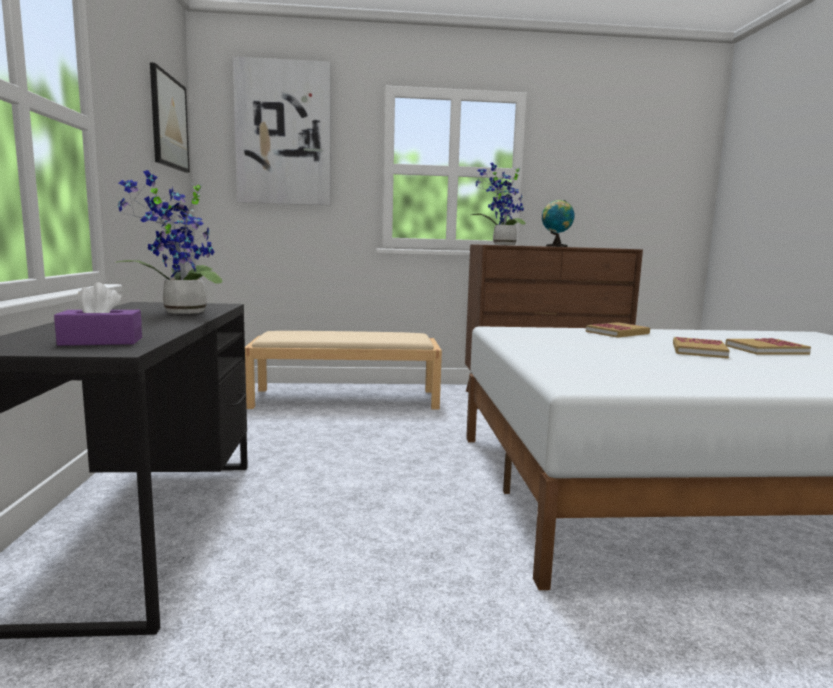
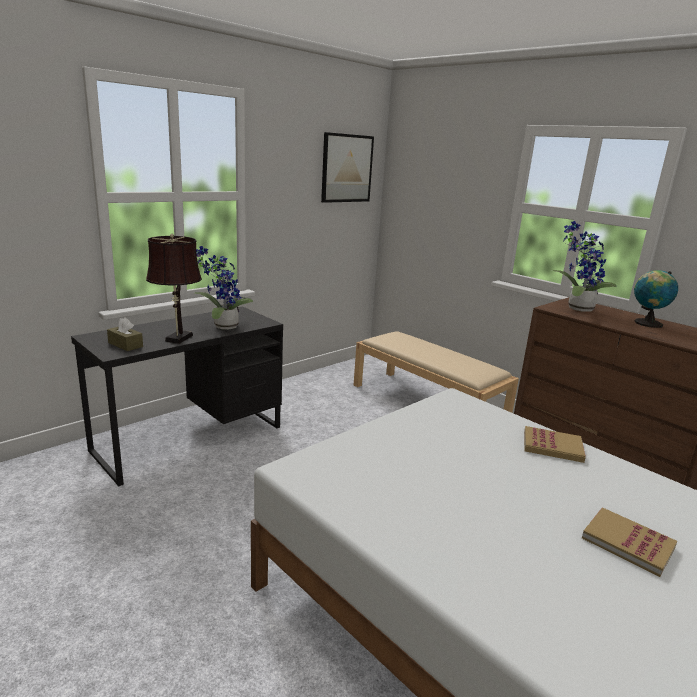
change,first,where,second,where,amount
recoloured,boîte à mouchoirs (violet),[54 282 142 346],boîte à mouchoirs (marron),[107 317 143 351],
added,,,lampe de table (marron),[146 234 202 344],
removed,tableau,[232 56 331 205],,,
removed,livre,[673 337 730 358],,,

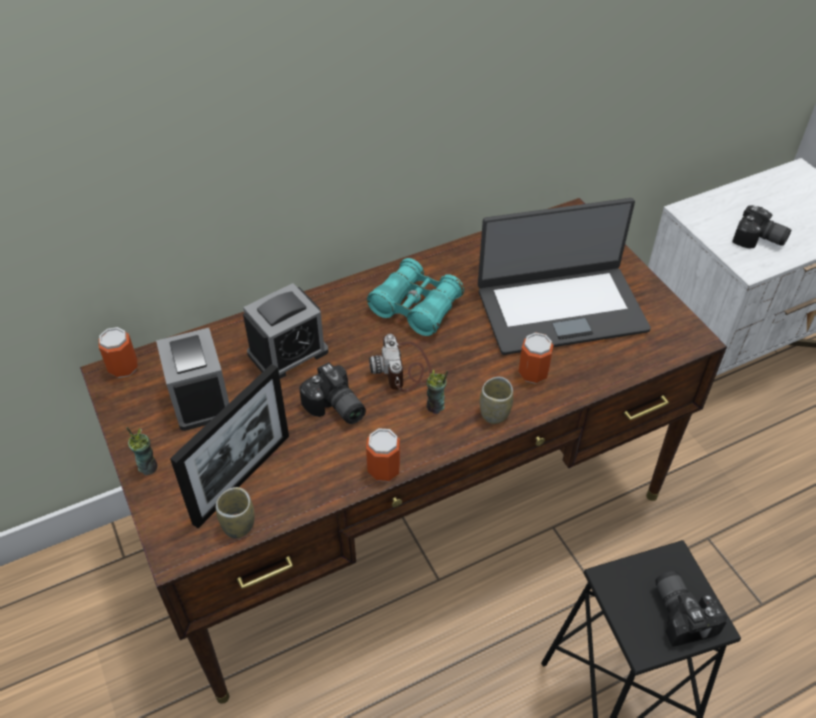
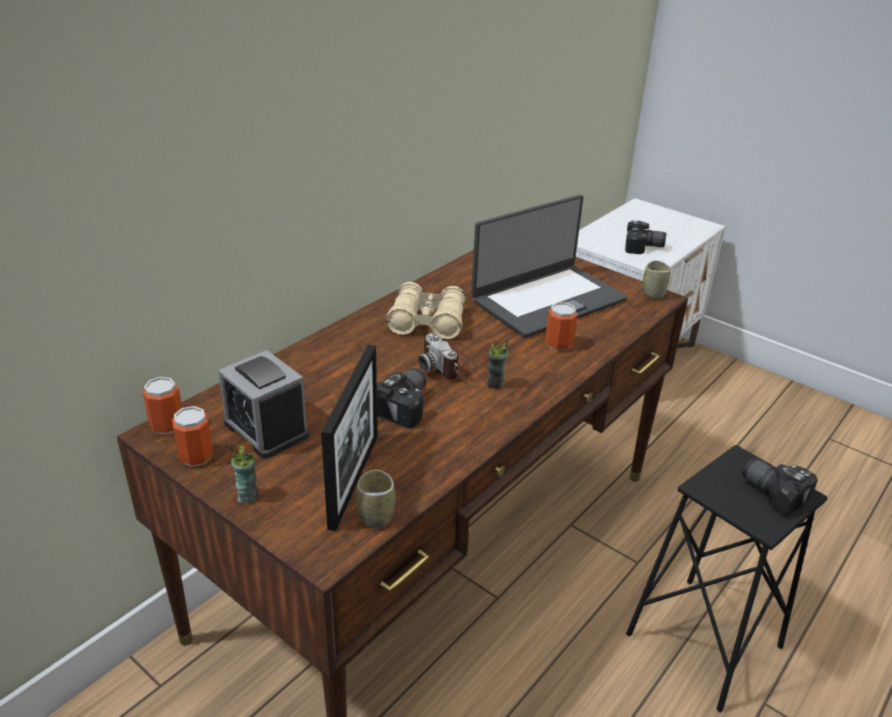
change,first,where,second,where,amount
moved,boîte métallique,[366 428 400 481],,[172 406 214 467],
turned,appareil photo,[299 362 366 424],,[377 368 426 428],90 degrees counterclockwise
recoloured,jumelles (turquoise),[367 258 464 336],jumelles (beige),[386 282 466 339],
moved,tasse,[480 377 513 424],,[643 260 671 299],
removed,réveil,[243 283 328 379],,,

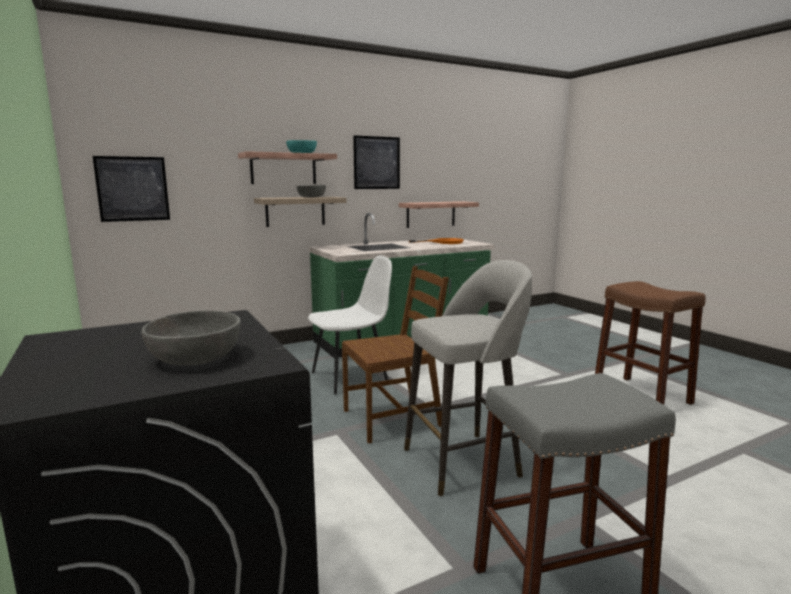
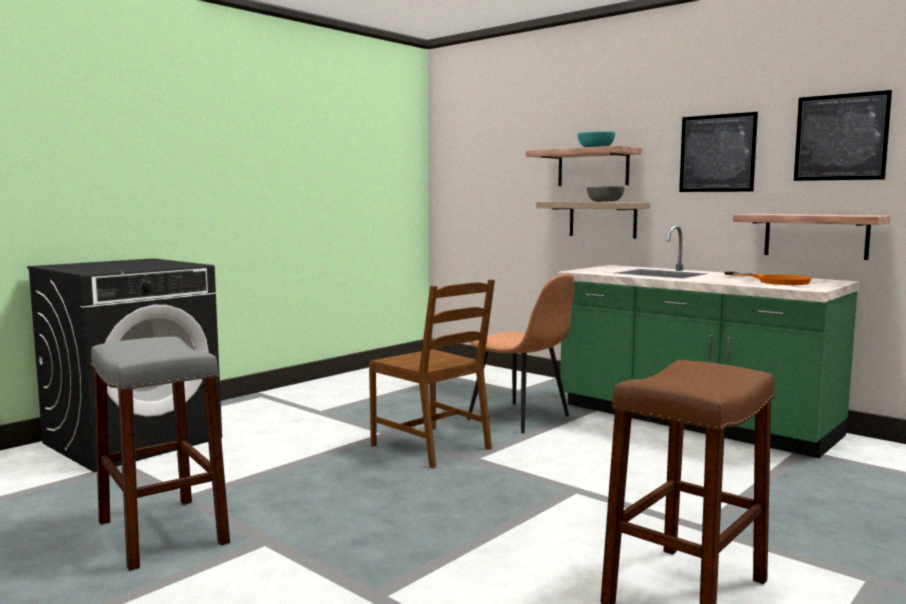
change,first,where,second,where,amount
recoloured,chaise (blanc),[308 255 392 394],chaise (marron),[467 274 575 433],
moved,tableau,[93 156 170 222],,[794 90 892 181],
removed,bol (gris),[141 311 241 366],,,
removed,tabouret (gris),[404 260 532 496],,,

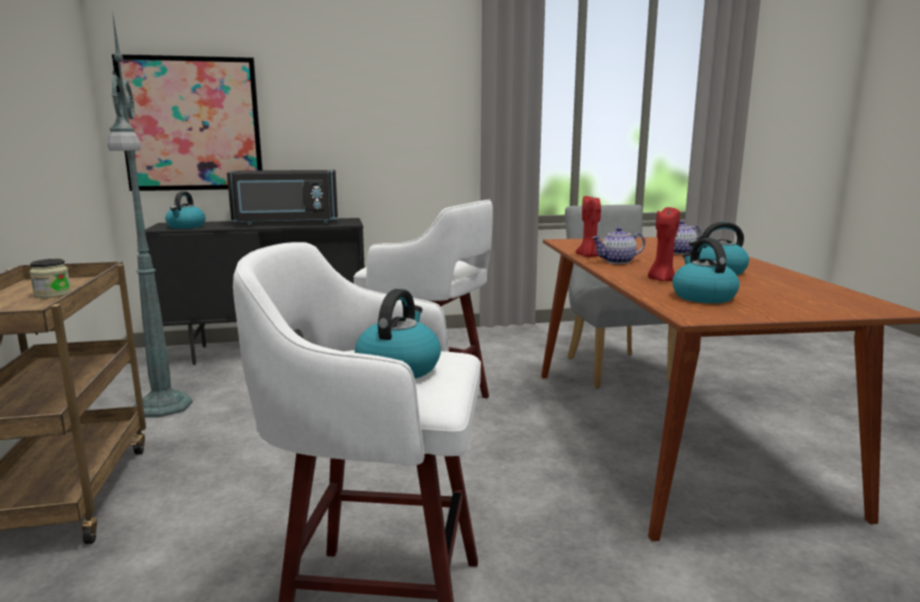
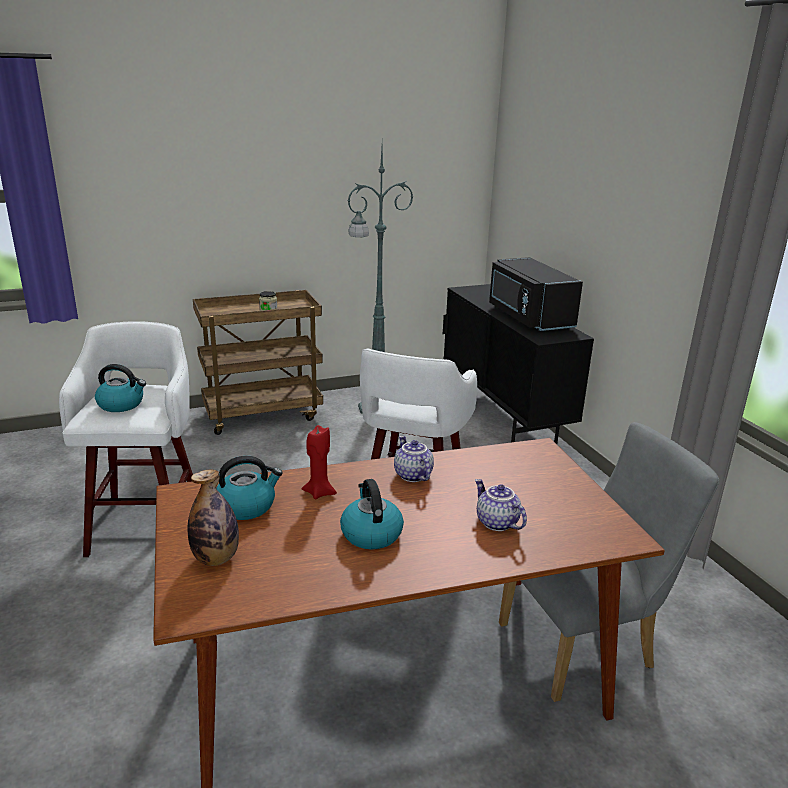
change,first,where,second,where,amount
added,,,bouteille,[188 469 239 566],
removed,tableau,[112 54 263 191],,,
removed,bouilloire,[165 191 206 229],,,
removed,bougie (rouge),[575 196 601 257],,,

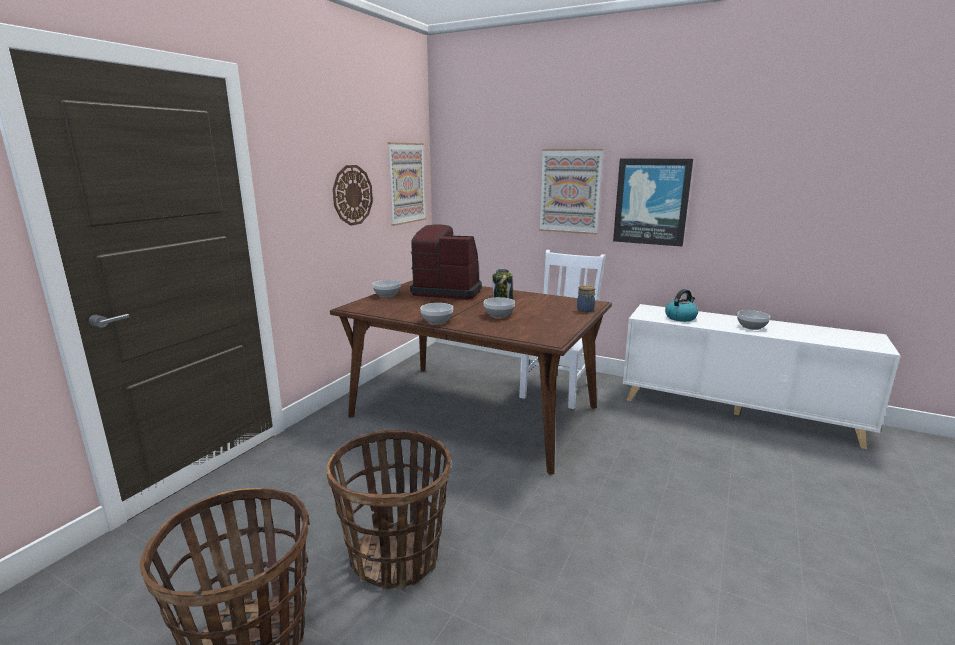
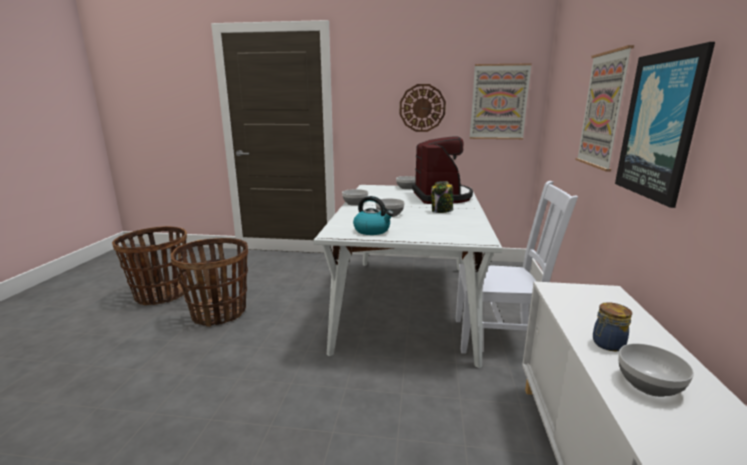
change,first,where,second,where,amount
recoloured,table à manger (marron),[330 280 612 475],table à manger (blanc),[313 185 503 368],
moved,bouilloire,[665 289 698 322],,[353 196 394 235],
moved,bocal,[577 286 595 312],,[593 302 632 351],

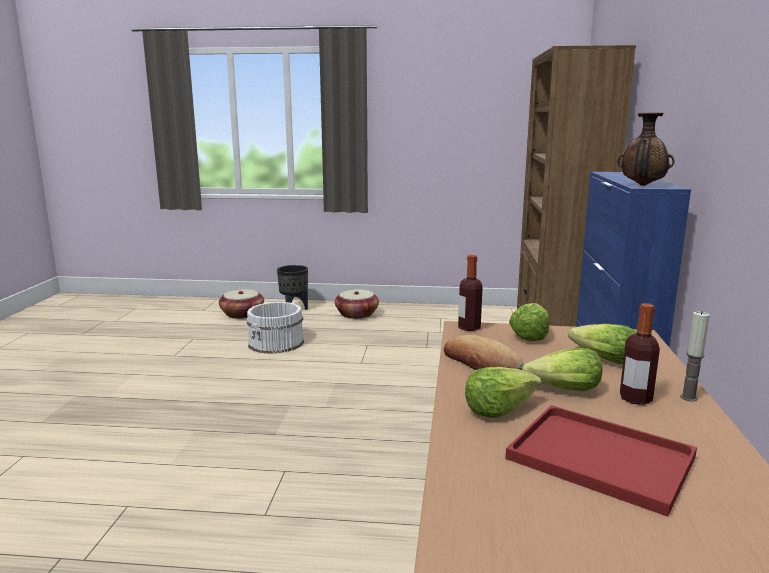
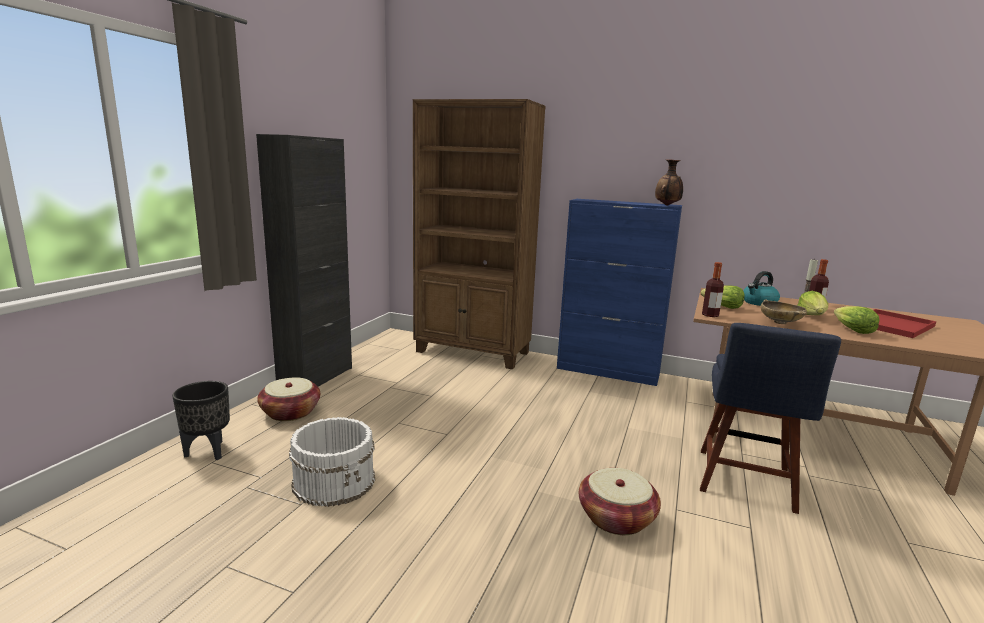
change,first,where,second,where,amount
added,,,meuble de rangement (noir),[256 134 352 387],
moved,panier,[219 289 264 319],,[579 468 661 535],
added,,,chaise (bleu),[700 323 841 514],
replaced,laitue,[568 324 636 364],bouilloire,[743 271 780 306],
replaced,pain,[444 335 523 370],bol (beige),[761 300 807 324],

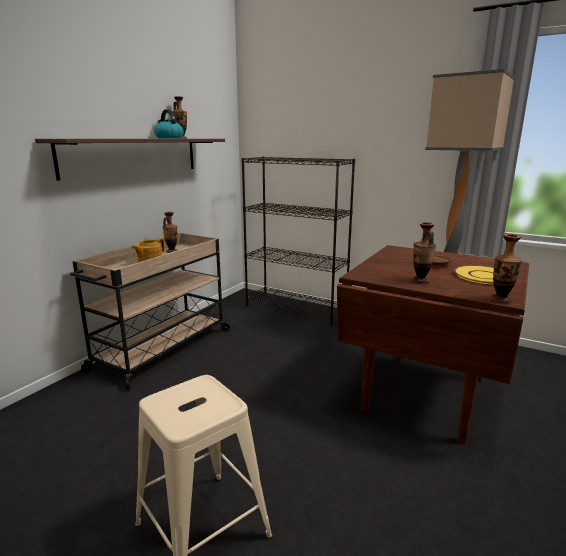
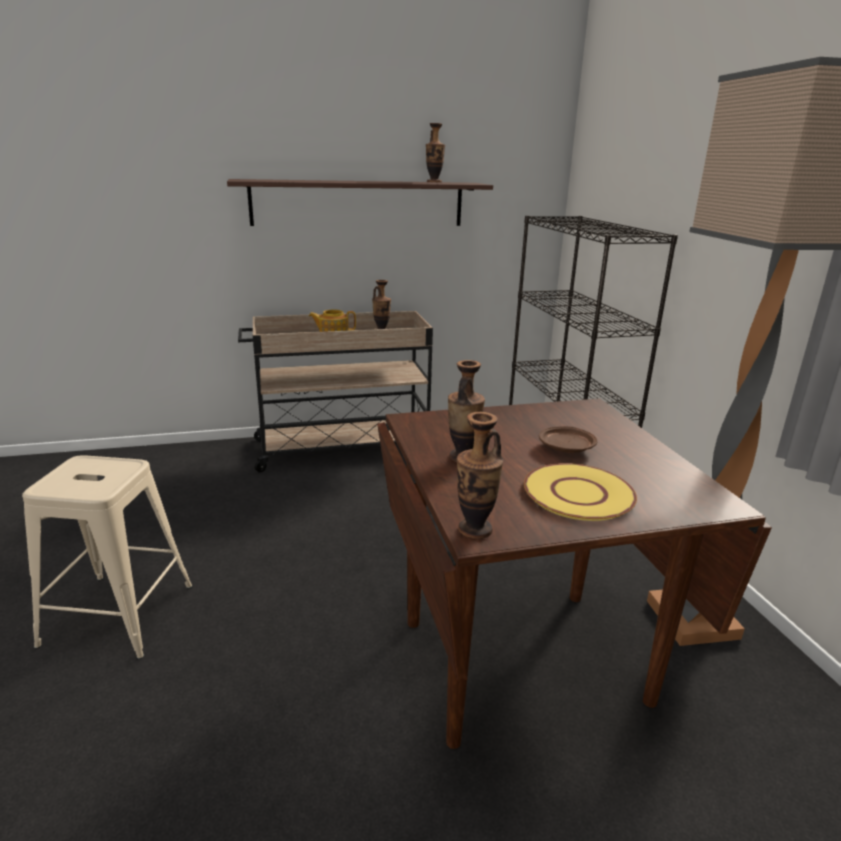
change,first,where,second,where,amount
removed,bouilloire,[154 109 184 139],,,

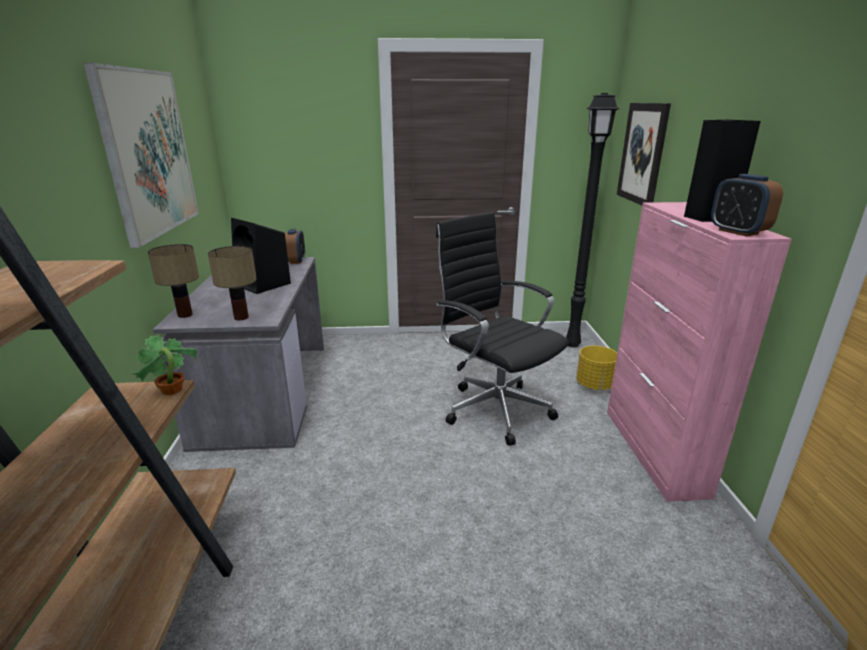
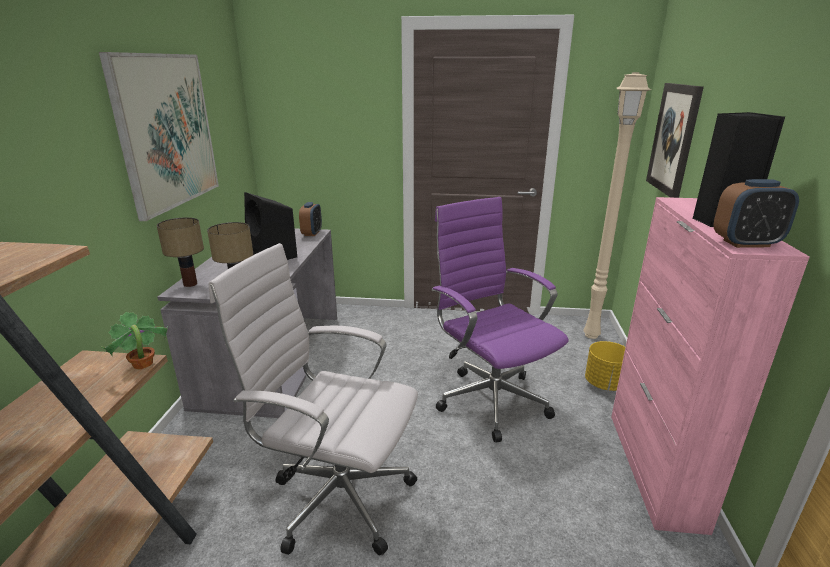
change,first,where,second,where,amount
added,,,chaise de bureau (blanc),[209 243 418 555],
recoloured,chaise de bureau (noir),[436 212 569 446],chaise de bureau (violet),[432 197 569 442],
recoloured,lampadaire (noir),[566 93 620 347],lampadaire (beige),[583 72 651 339],
turned,réveil,[711 174 783 236],,[713 179 799 248],75 degrees counterclockwise

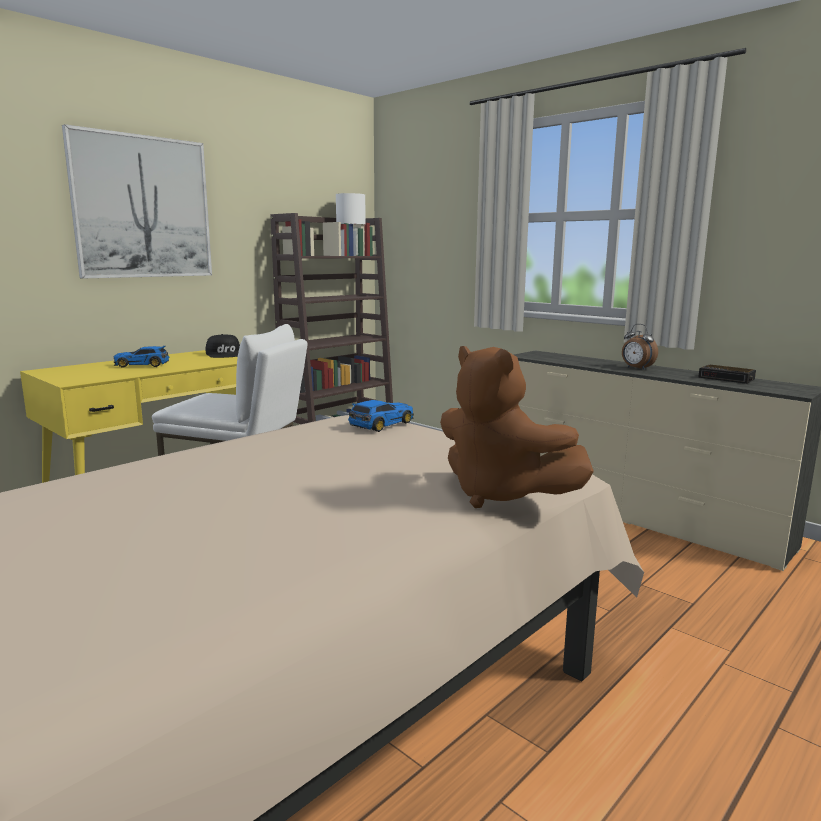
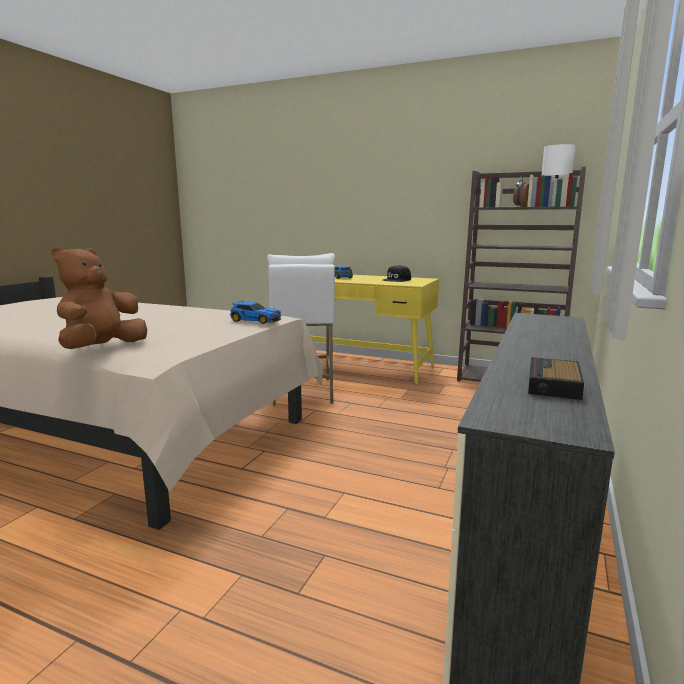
change,first,where,second,where,amount
moved,réveil,[622 324 658 370],,[513 175 529 207],
removed,tableau,[62 124 212 279],,,

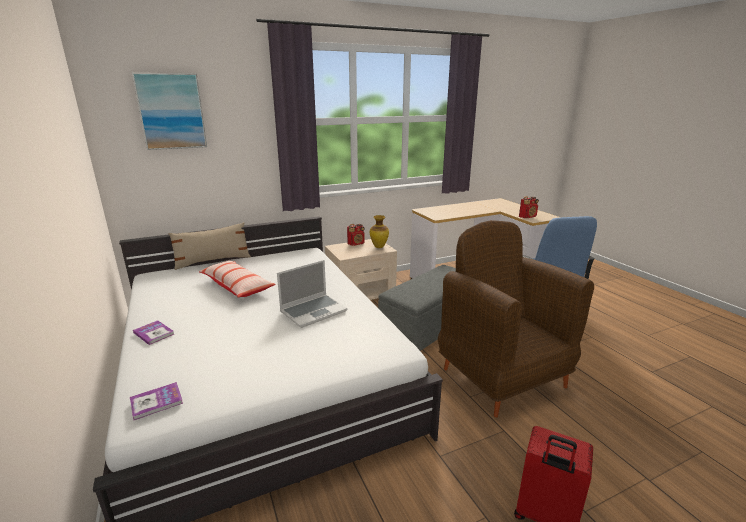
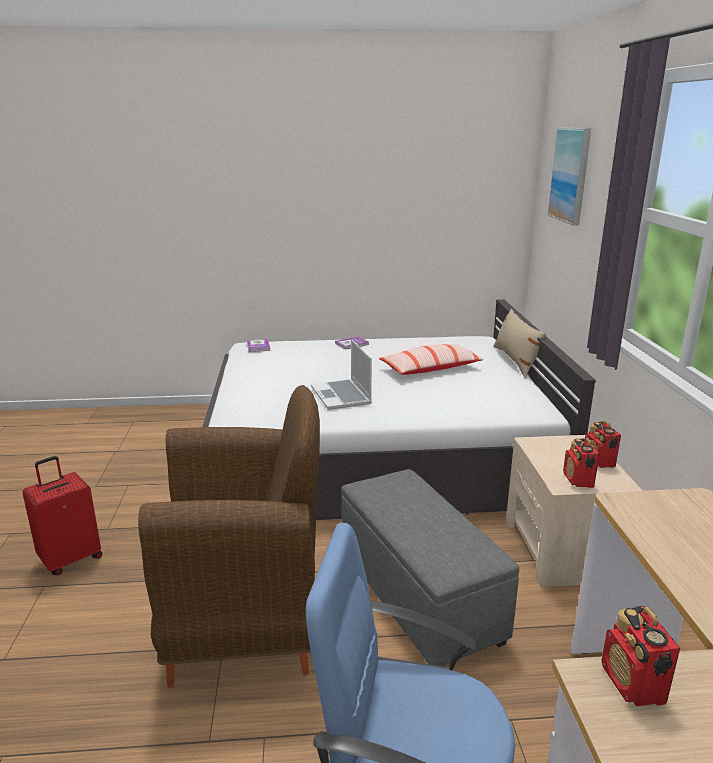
change,first,where,second,where,amount
replaced,vase,[370 215 389 248],radio,[563 438 599 488],

